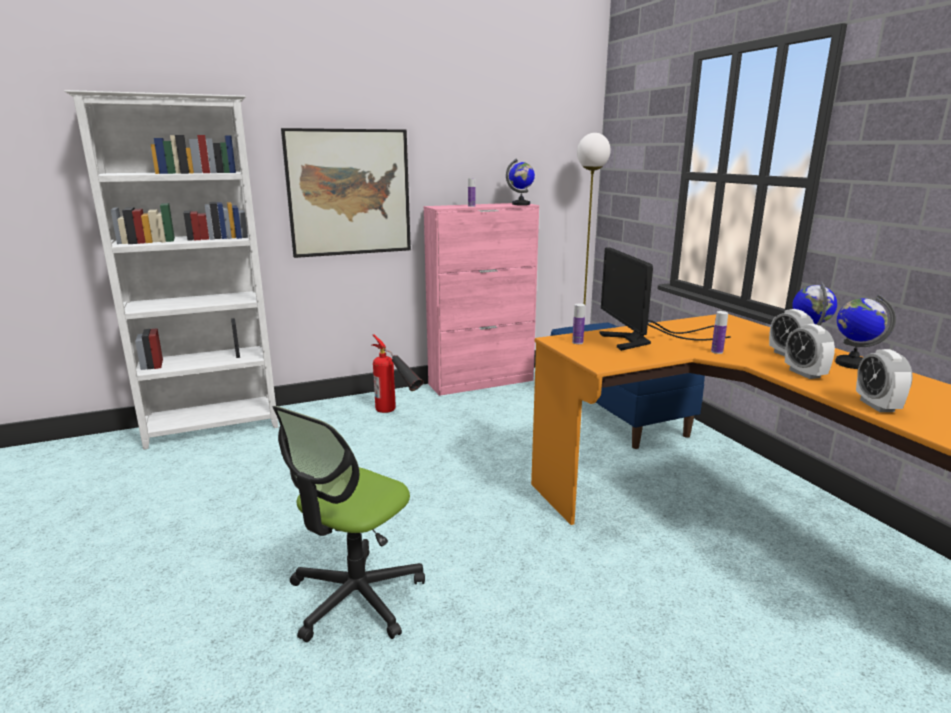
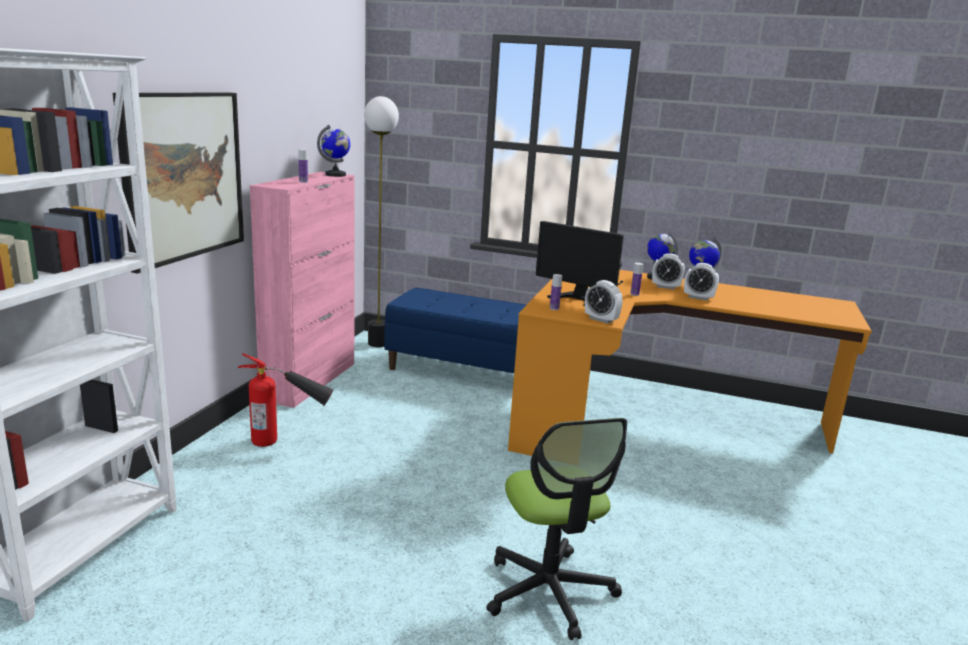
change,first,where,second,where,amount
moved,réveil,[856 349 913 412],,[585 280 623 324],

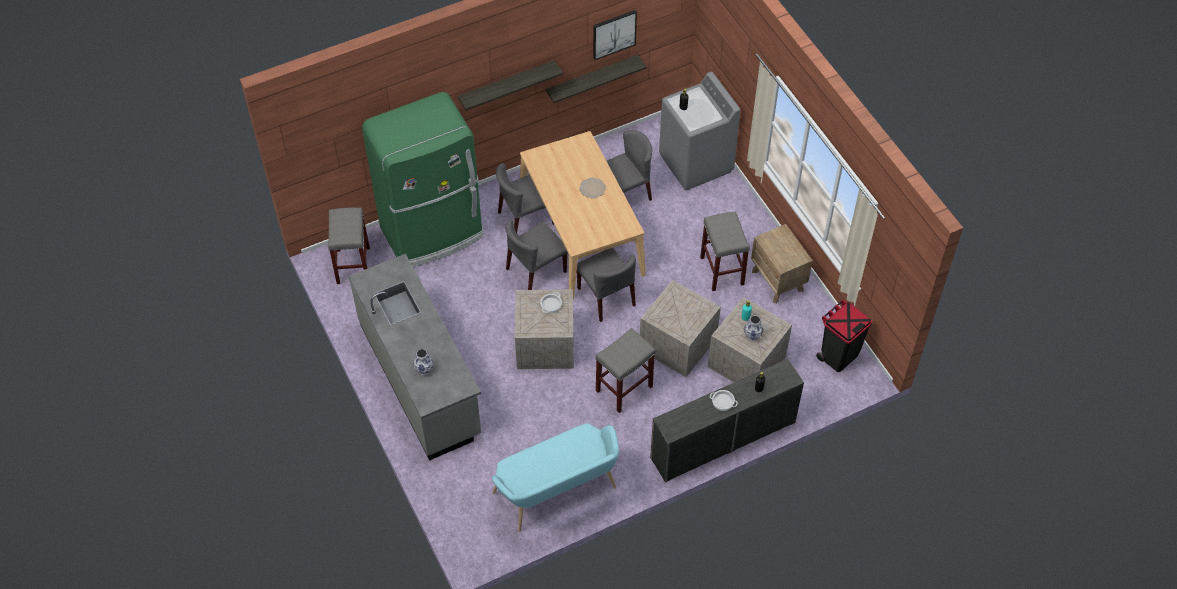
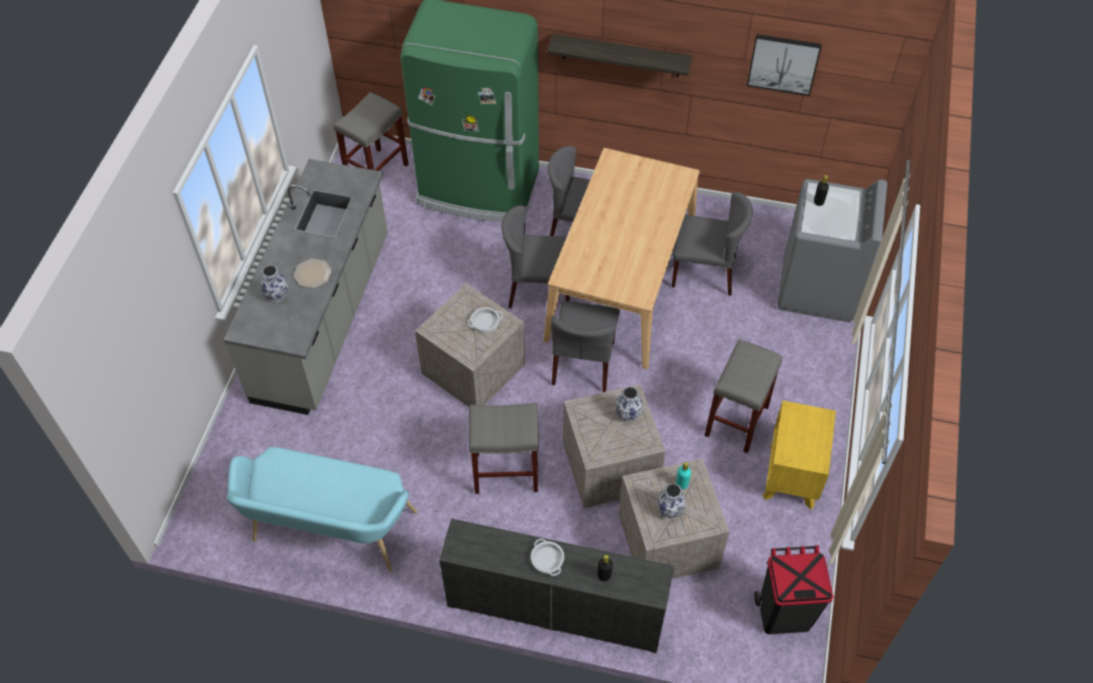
change,first,where,second,where,amount
moved,assiette,[579 177 606 199],,[294 258 332 288],
added,,,vase,[615 387 643 422],
recoloured,table de chevet (marron),[751 224 813 304],table de chevet (jaune),[763 401 836 509],
removed,étagère,[546 55 647 103],,,

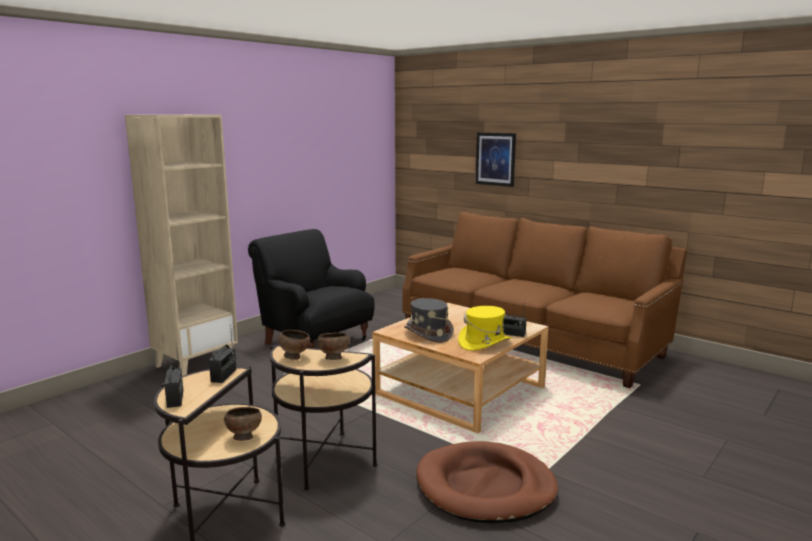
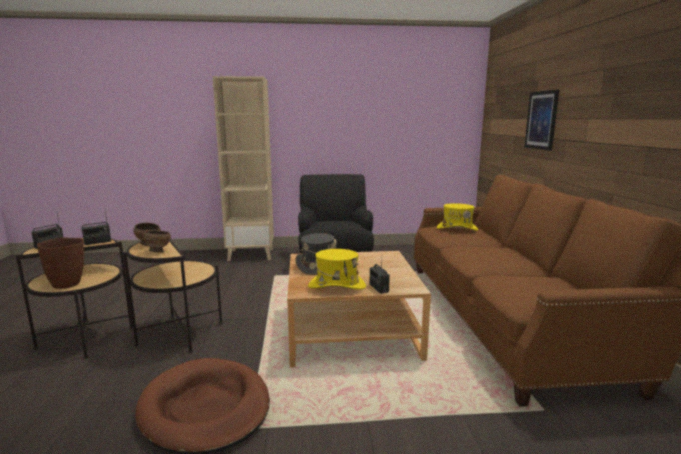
change,first,where,second,where,amount
replaced,bol (marron),[224 407 262 441],vase (marron),[37 237 84 289],
added,,,chapeau (jaune),[437 203 478 231],

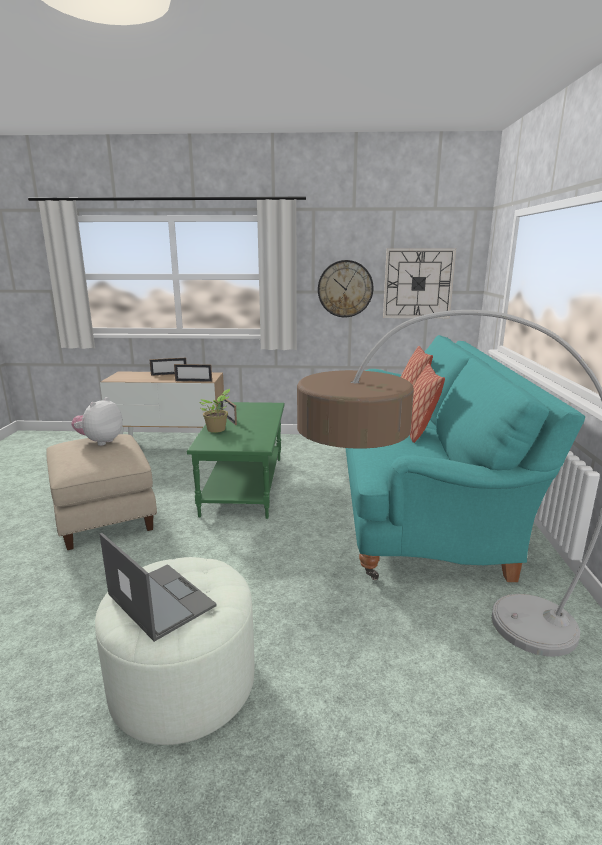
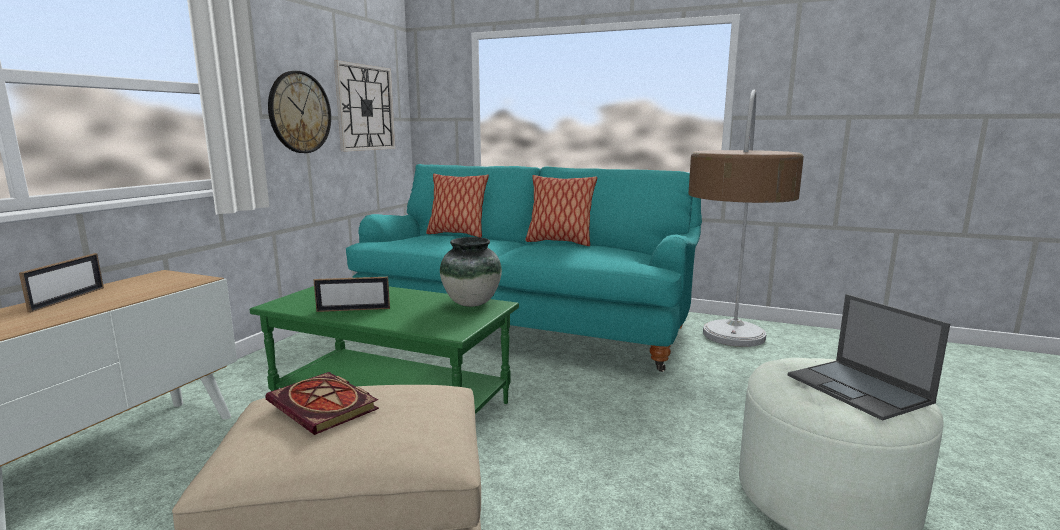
change,first,where,second,where,amount
replaced,peluche,[71 397 123 446],livre,[265 372 379 435],
added,,,vase,[440 237 502 307],
turned,ordinateur portable,[100 533 217 642],,[788 294 951 421],90 degrees counterclockwise
removed,cadre photo,[174 364 212 382],,,
removed,plante en pot,[199 389 230 433],,,

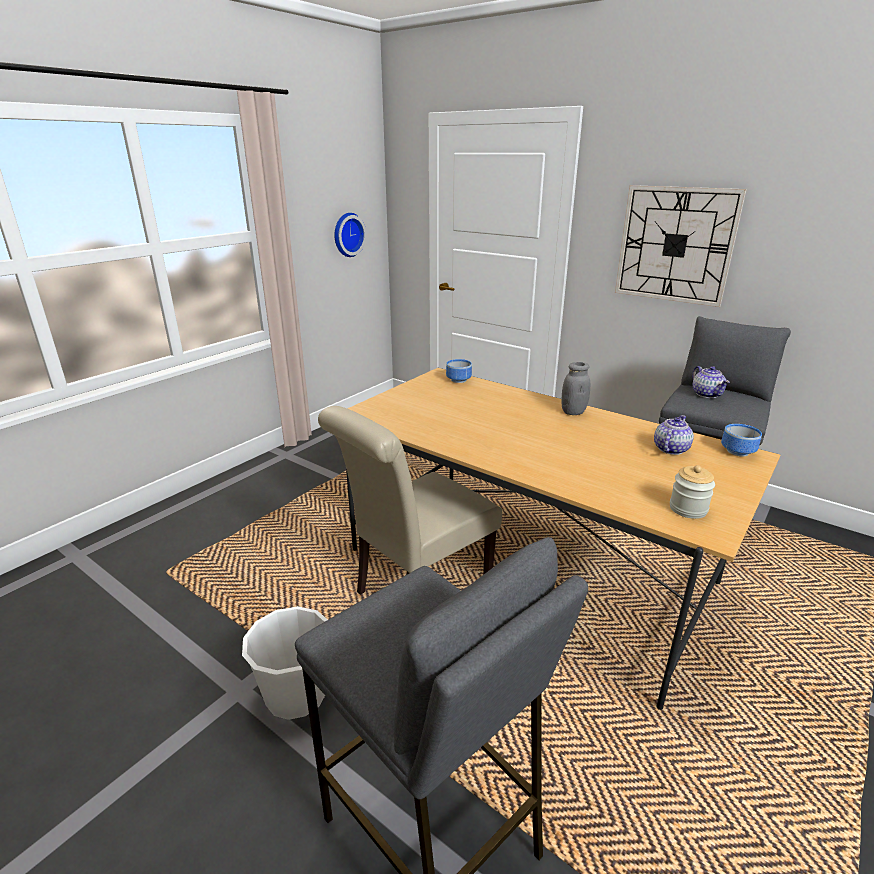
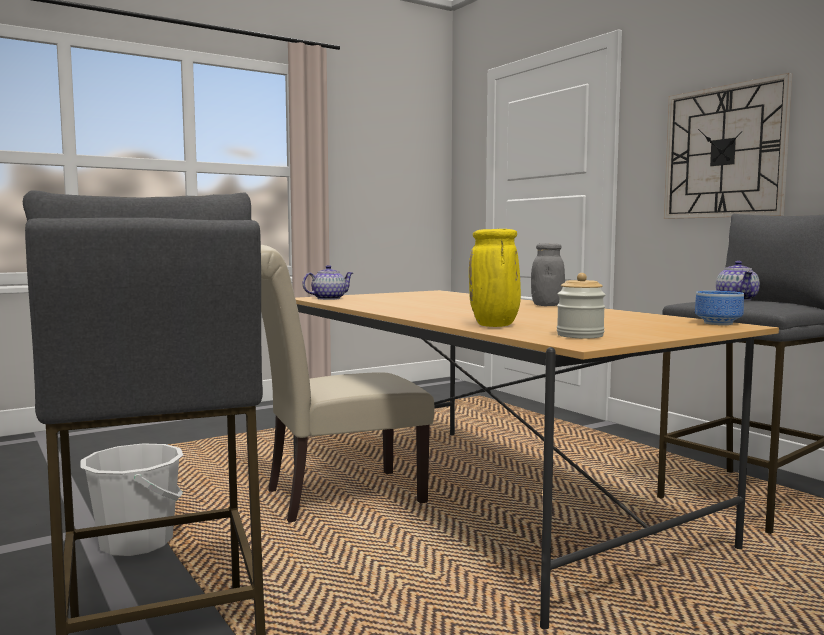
change,first,where,second,where,amount
moved,théière,[654 415 694 455],,[303 265 353 300],
added,,,vase (jaune),[469 229 521 327],
removed,horloge murale,[335 213 366 257],,,
removed,bol,[446 359 472 383],,,

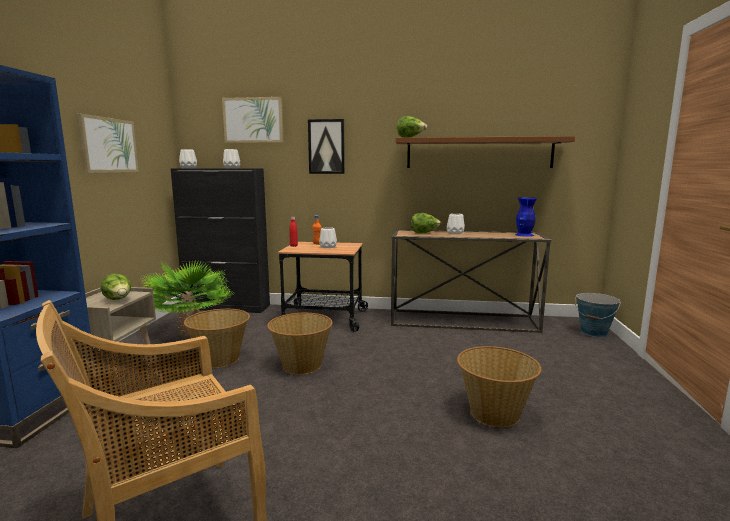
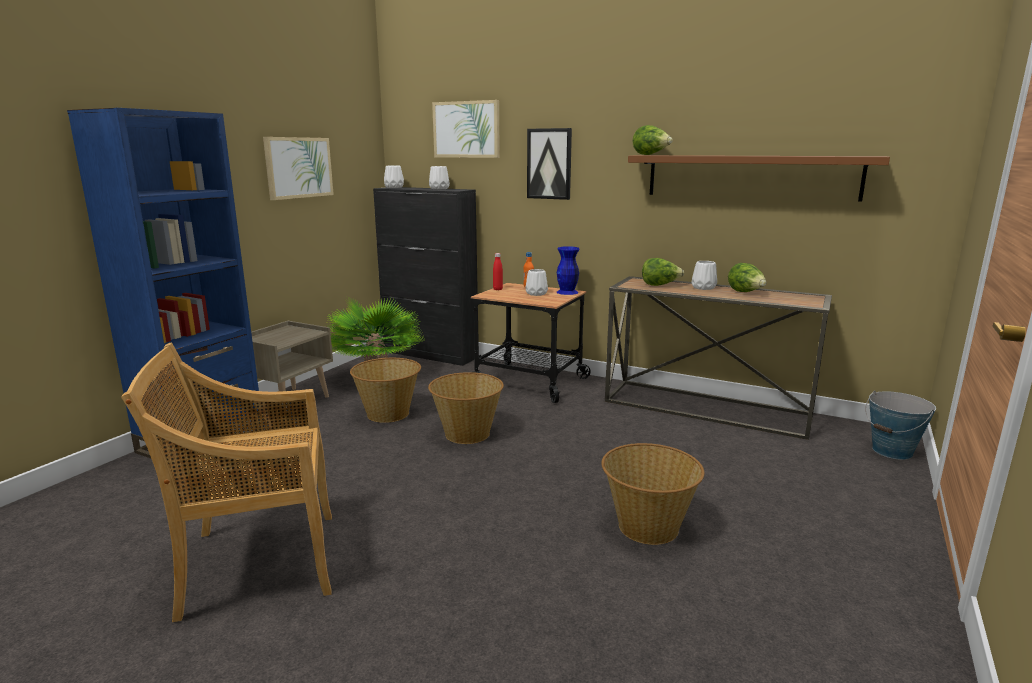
change,first,where,second,where,amount
moved,vase (bleu),[515 197 537 237],,[556 246 579 295],
moved,laitue,[101 273 131 300],,[728 263 766 292],

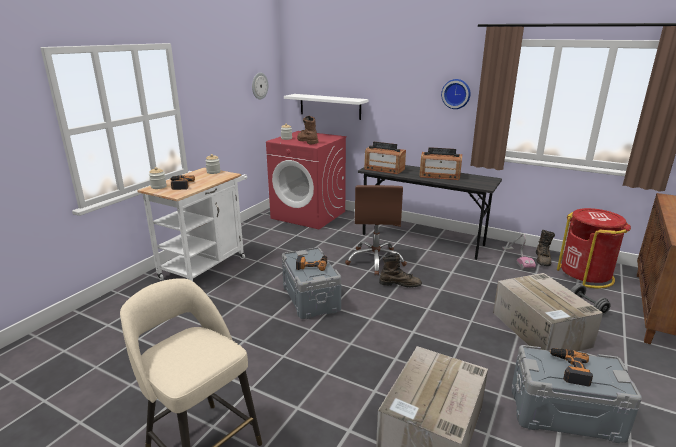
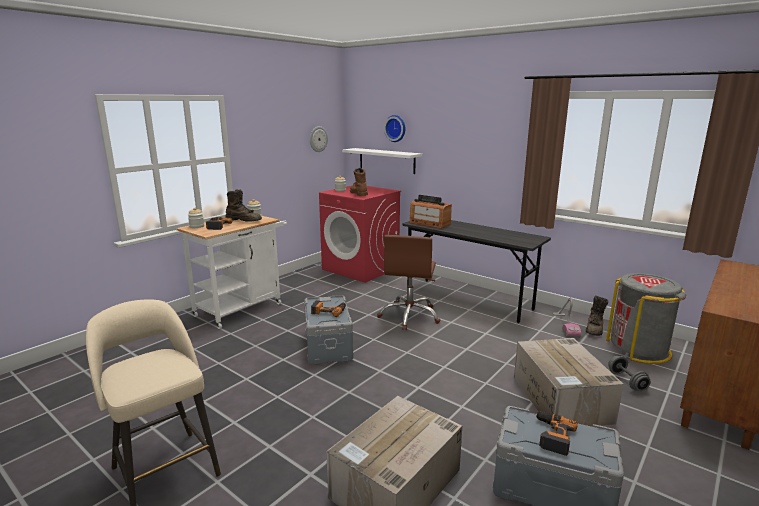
change,first,where,second,where,amount
moved,botte (marron),[379 253 422 288],,[226 189 262 222],
moved,horloge murale,[441 79 471 109],,[384 115 405 142],
recoloured,poubelle (rouge),[557 208 631 288],poubelle (gris),[606 273 687 364],
removed,radio,[419 147 462 180],,,

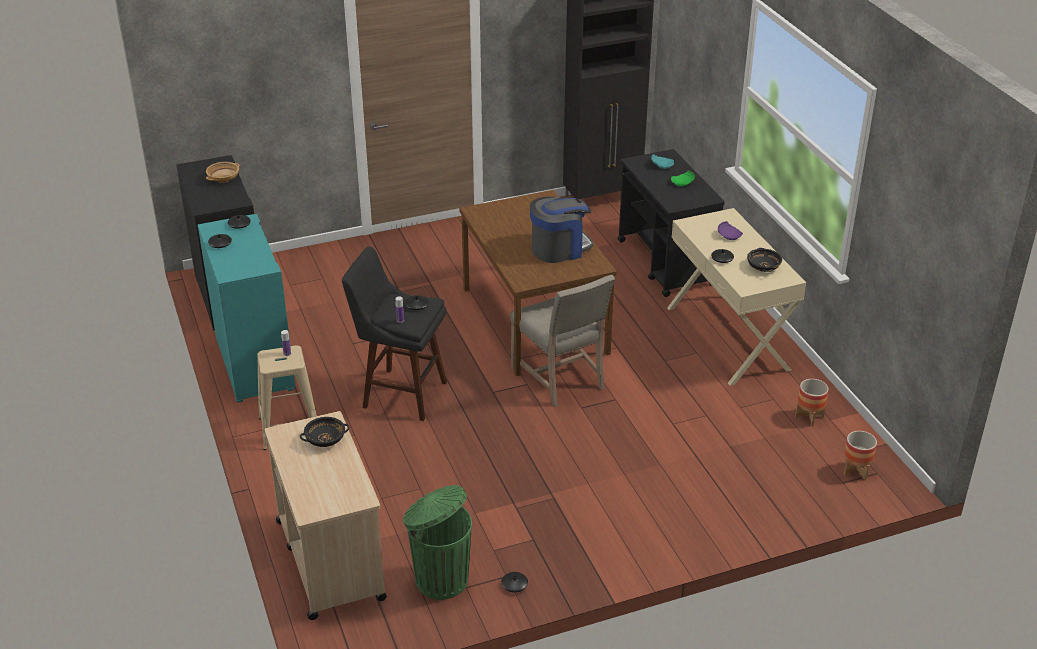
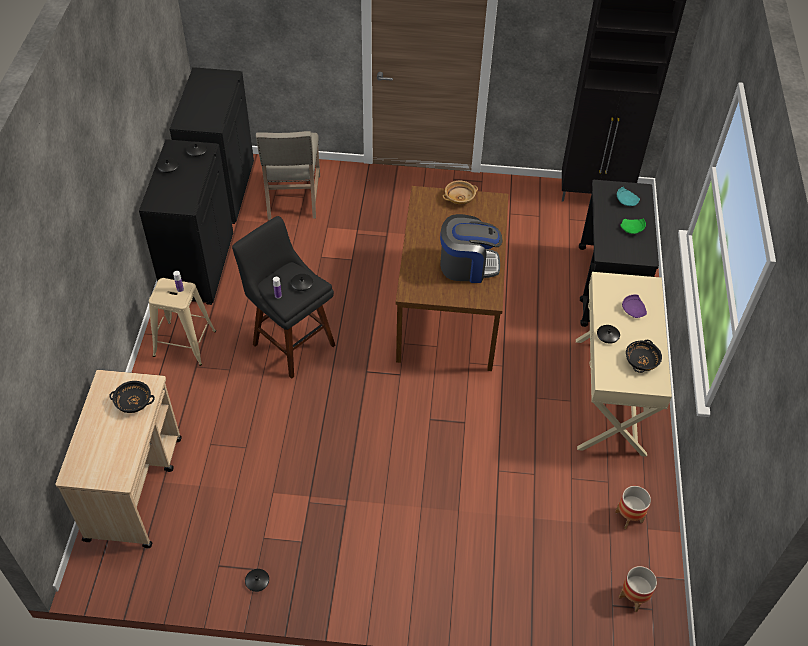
change,first,where,second,where,amount
recoloured,meuble de rangement (turquoise),[198 214 296 403],meuble de rangement (noir),[139 139 233 305],
moved,chaise (beige),[510 275 615 407],,[256 131 320 220],
moved,bol (beige),[206 162 239 183],,[443 181 478 205],
removed,poubelle (vert),[403 485 472 600],,,

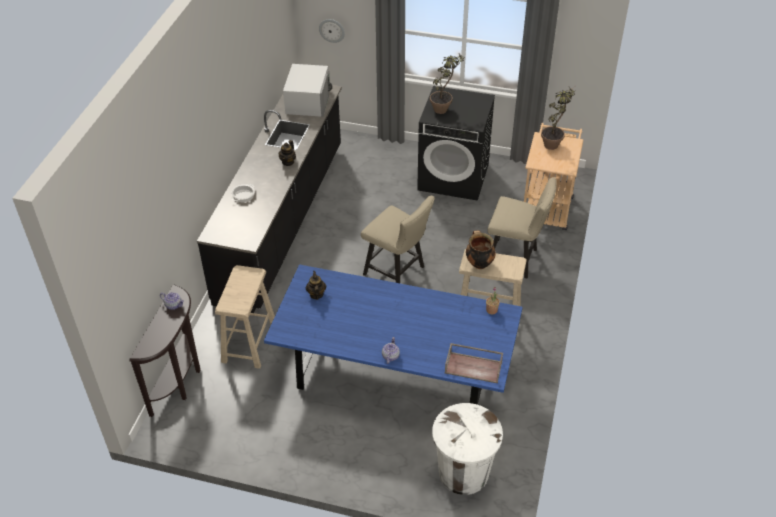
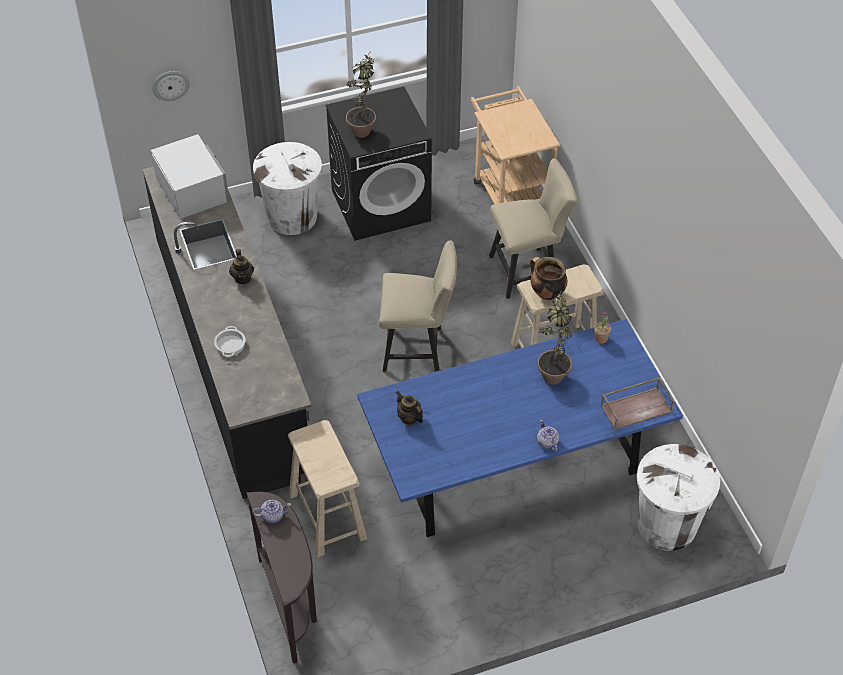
change,first,where,second,where,amount
added,,,poubelle (blanc),[253 142 322 235],
moved,plante en pot,[541 87 576 150],,[537 289 572 385],

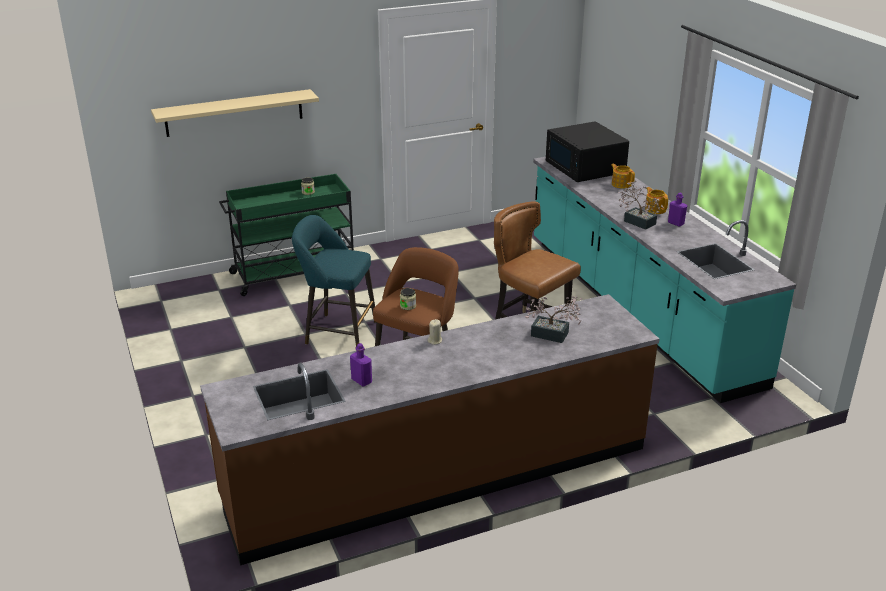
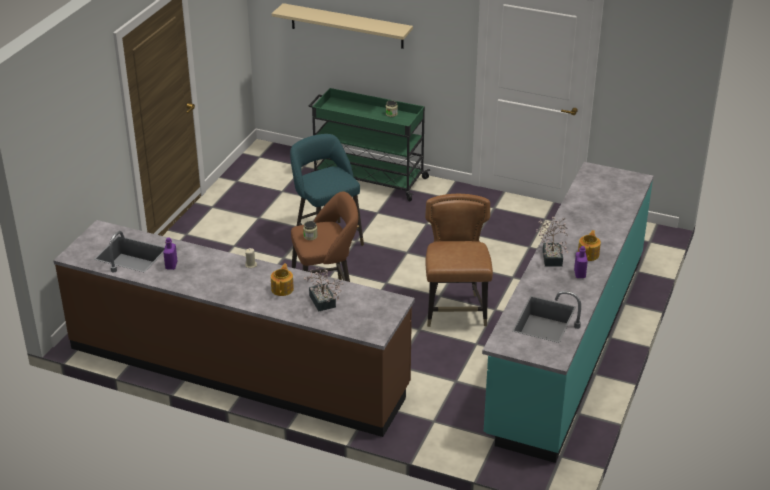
change,first,where,second,where,amount
moved,théière,[611 164 635 189],,[271 264 294 296],
removed,micro-ondes (noir),[546 121 629 182],,,

